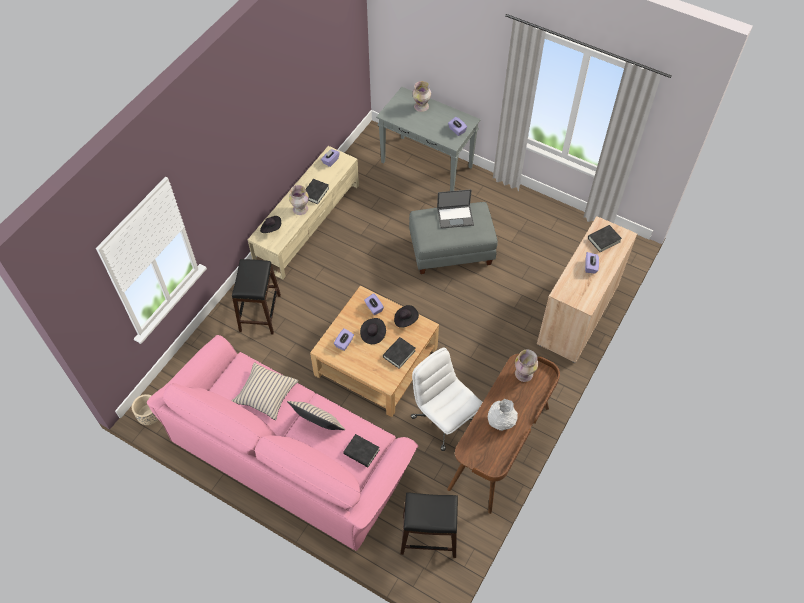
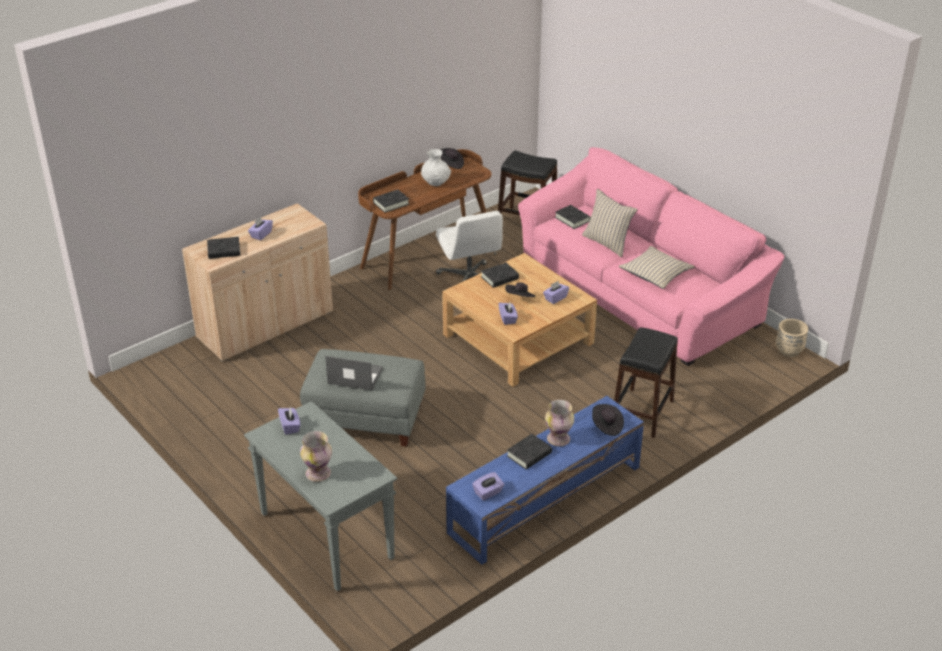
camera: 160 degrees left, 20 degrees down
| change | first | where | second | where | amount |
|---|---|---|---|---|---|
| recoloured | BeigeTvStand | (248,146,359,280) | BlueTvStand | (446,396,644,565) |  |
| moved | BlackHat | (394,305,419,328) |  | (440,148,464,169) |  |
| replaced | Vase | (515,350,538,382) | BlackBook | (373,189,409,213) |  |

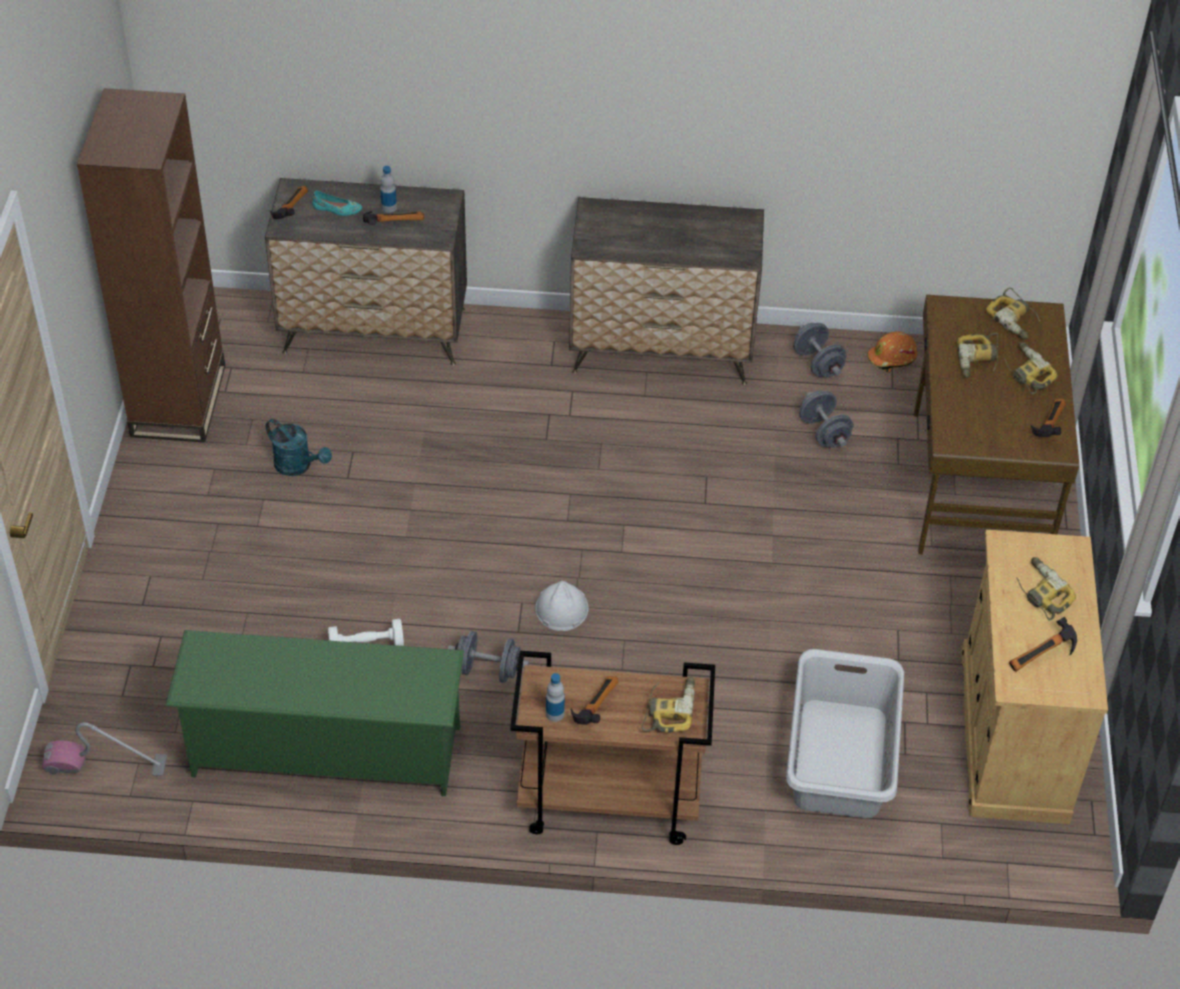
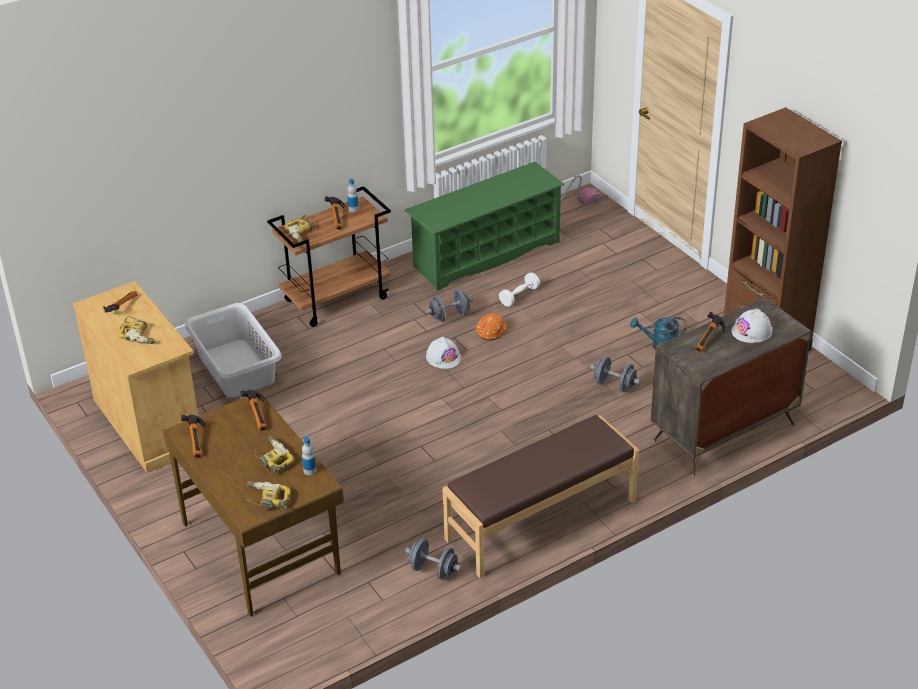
camera: 145 degrees right, 10 degrees down
| change | first | where | second | where | amount |
|---|---|---|---|---|---|
| moved | Hammer | (270,186,308,219) |  | (240,390,267,430) |  |
| replaced | TurquoiseShoe | (312,191,362,216) | WhiteHardHat | (732,308,773,343) |  |
| moved | Bottle | (380,166,397,213) |  | (302,437,317,475) |  |
| replaced | Dresser | (569,197,764,385) | BrownBench | (442,415,639,578) |  |
| moved | GreyDumbbell | (799,391,853,448) |  | (590,357,641,392) |  |
| moved | OrangeHardHat | (867,331,918,373) |  | (476,313,508,341) |  |
| removed | PowerDrill | (1004,342,1058,394) |  |  |  |

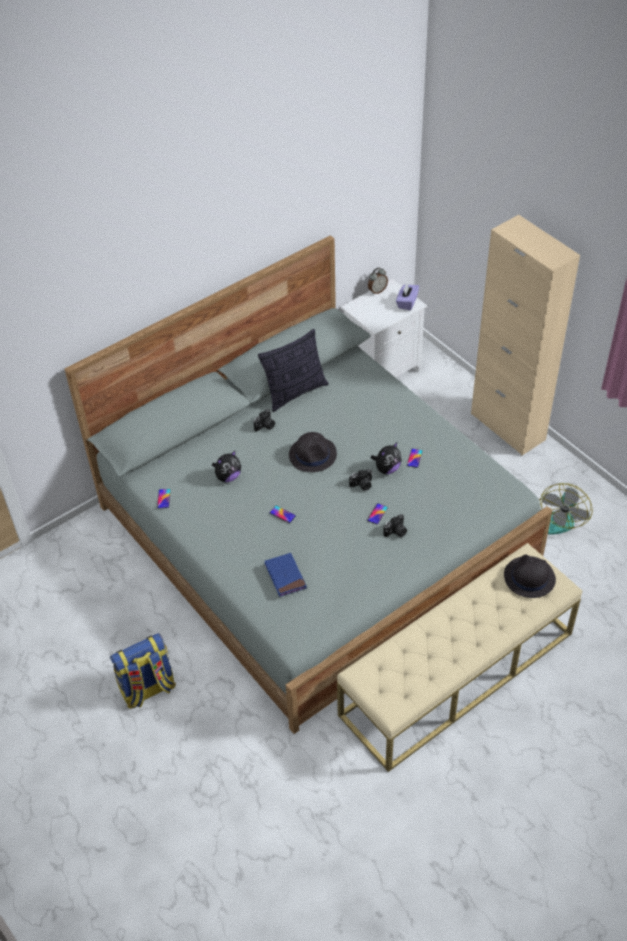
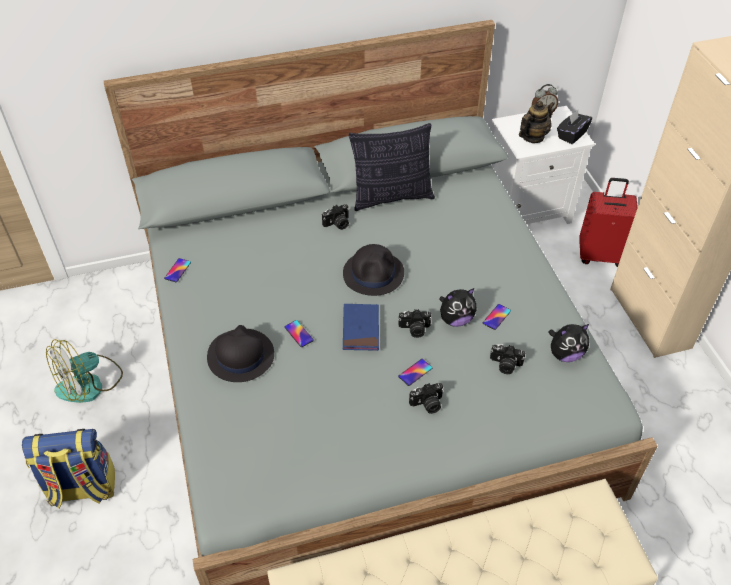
camera: 20 degrees right, 0 degrees up
| change | first | where | second | where | amount |
|---|---|---|---|---|---|
| moved | PlushToy | (212,451,241,482) |  | (548,324,589,362) |  |
| moved | BlueBook | (264,553,307,597) |  | (343,304,379,351) |  |
| recoloured | PurpleTissueBox | (396,283,419,310) | BlackTissueBox | (557,110,592,144) |  |
| moved | BlackHat | (504,555,556,598) |  | (207,325,274,382) |  |
| moved | Fan | (539,483,592,534) |  | (46,339,123,403) |  |
| added |  |  | PhotoCamera | (490,344,525,374) |  |
| added |  |  | Teapot | (519,101,554,143) |  |
| added |  |  | RedSuitcase | (579,178,638,267) |  |

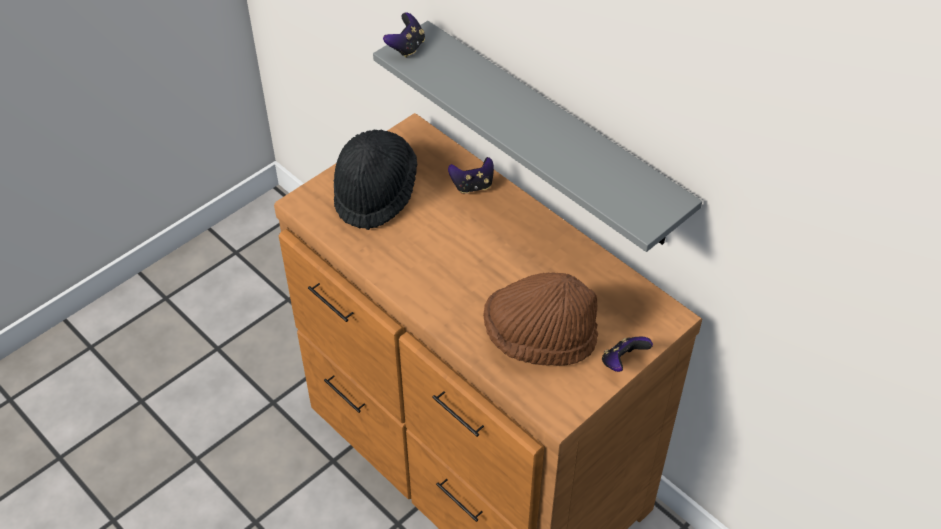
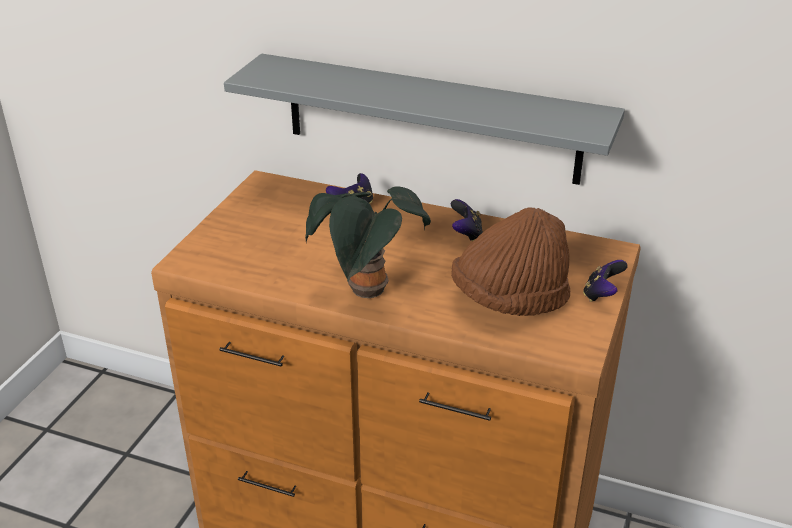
camera: 25 degrees left, 15 degrees down
| change | first | where | second | where | amount |
|---|---|---|---|---|---|
| removed | BlackHat | (333,130,417,230) |  |  |  |
| moved | GameController | (383,12,425,58) |  | (451,199,483,241) |  |
| added |  |  | PottedPlant | (305,186,431,298) |  |

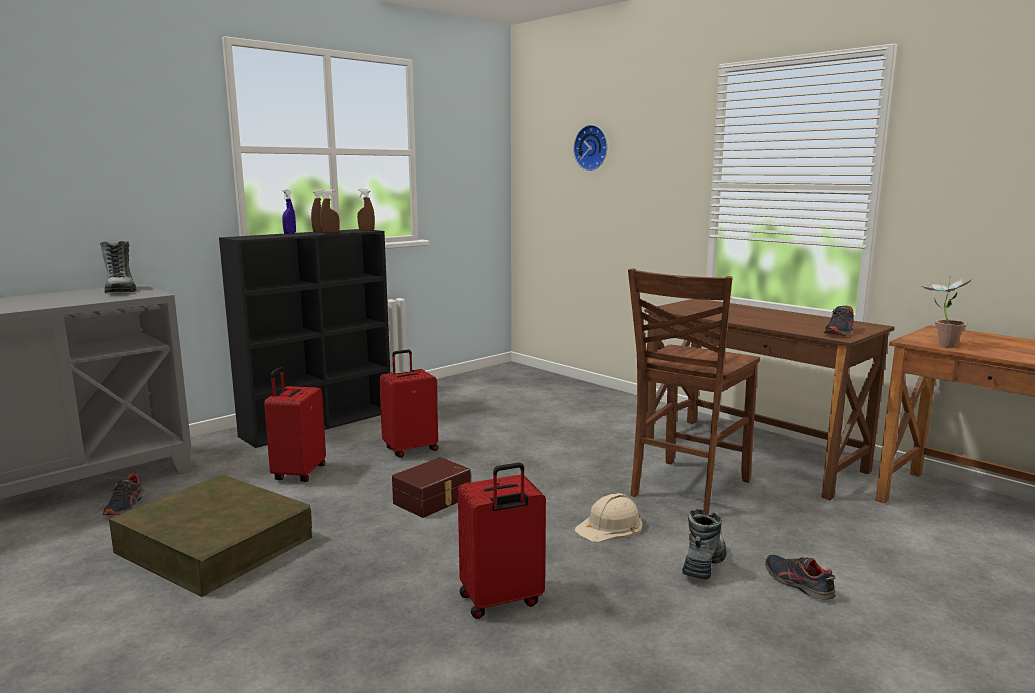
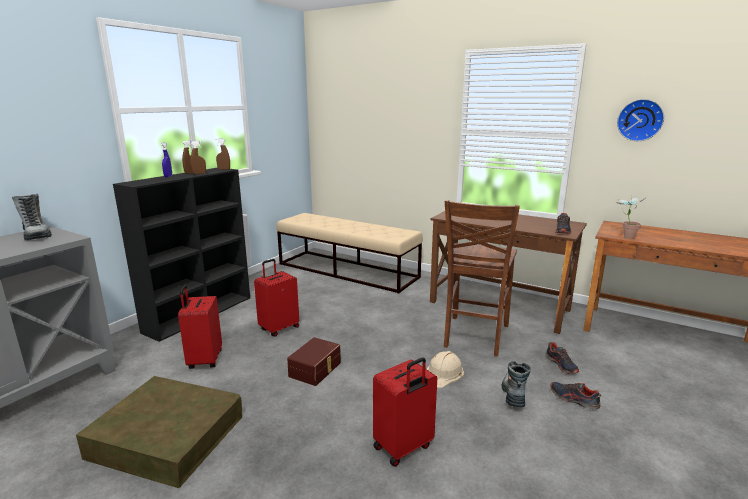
camera: 15 degrees left, 5 degrees up
| change | first | where | second | where | amount |
|---|---|---|---|---|---|
| moved | Shoe | (103,474,145,515) |  | (545,342,579,374) |  |
| moved | WallClock | (573,125,607,171) |  | (617,99,664,141) |  |
| added |  |  | BeigeBench | (276,213,423,293) |  |

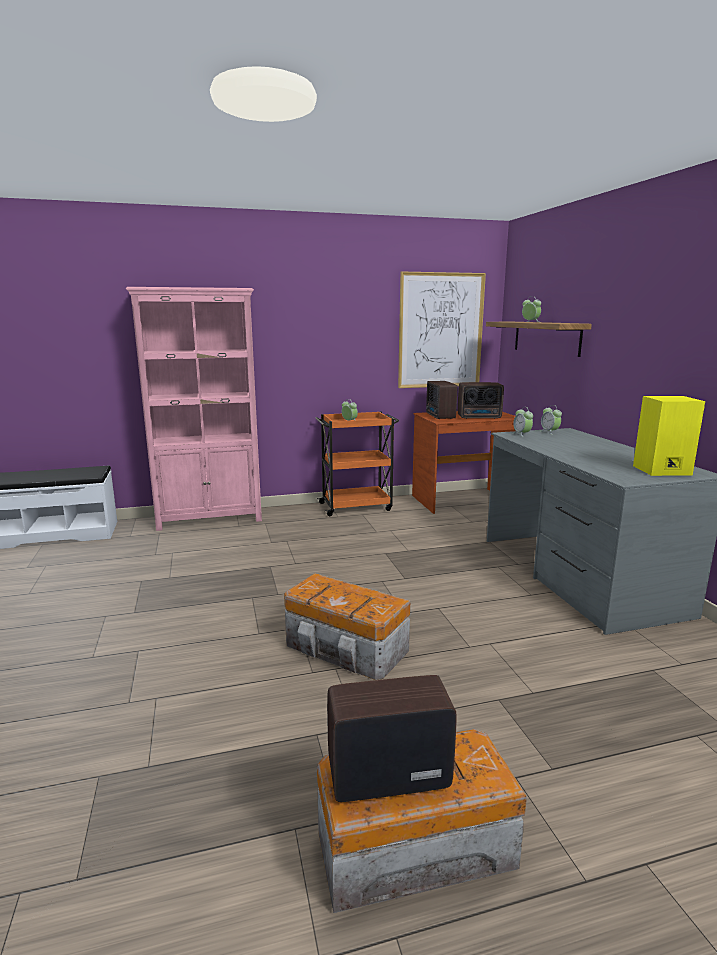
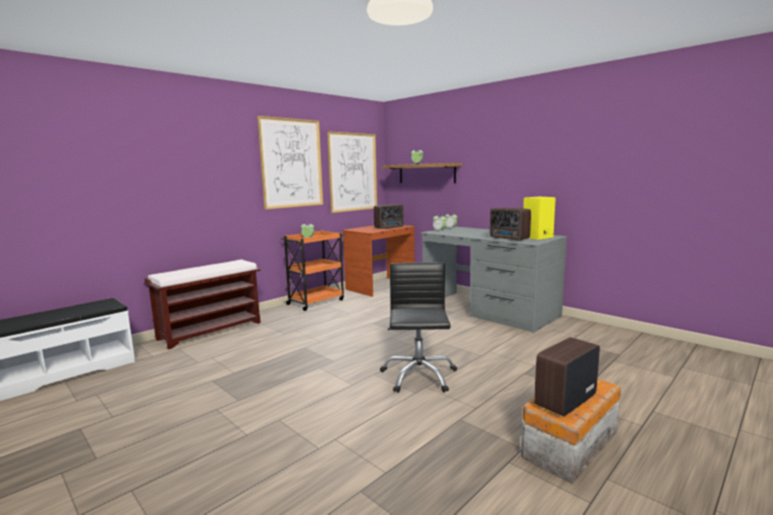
camera: 30 degrees left, 5 degrees down
| change | first | where | second | where | amount |
|---|---|---|---|---|---|
| replaced | PinkBookcase | (126,287,262,531) | BrownBench | (144,259,261,349) |  |
| replaced | StorageBox | (284,573,410,680) | BlackOfficeChair | (380,262,457,393) |  |
| moved | Radio | (426,381,457,419) |  | (490,208,531,241) |  |
| added |  |  | Picture | (257,116,323,209) |  |

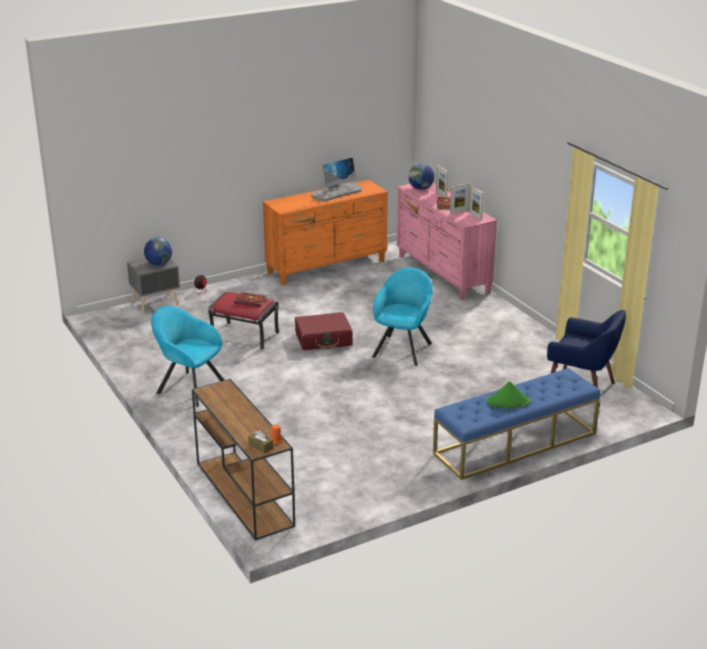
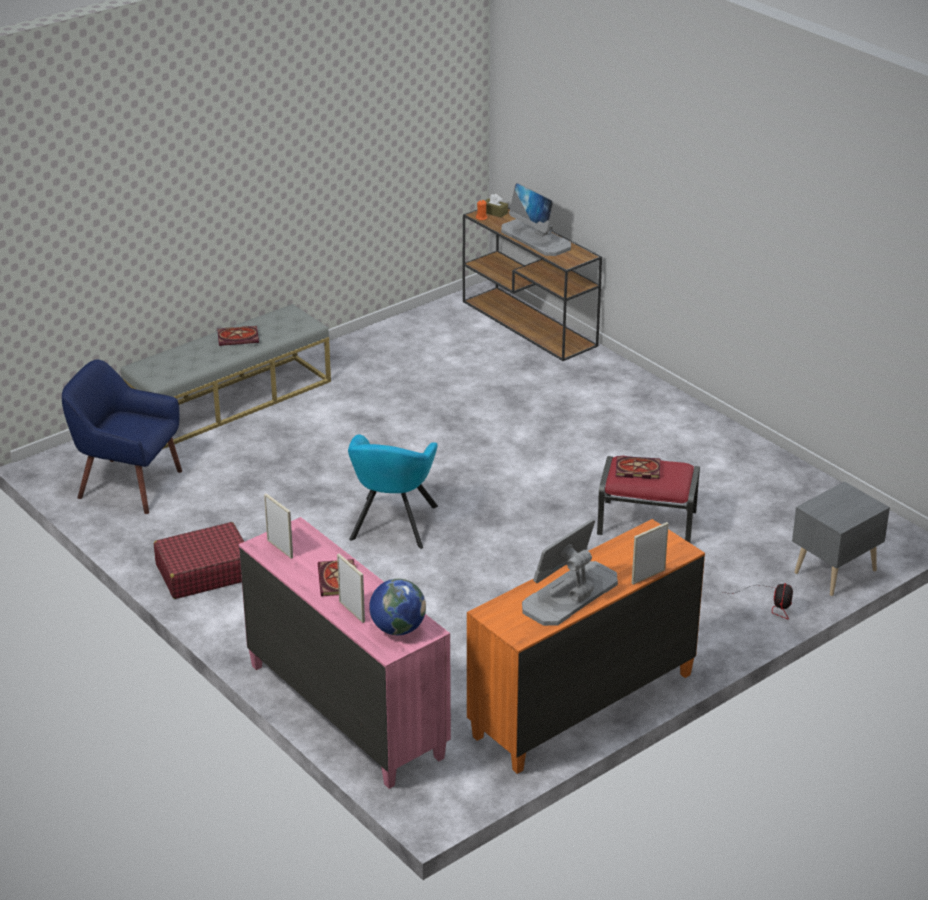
camera: 170 degrees right, 5 degrees up
| change | first | where | second | where | amount |
|---|---|---|---|---|---|
| removed | Globe | (144,237,172,265) |  |  |  |
| removed | TurquoiseArmchair | (151,306,224,407) |  |  |  |
| moved | RedSuitcase | (295,312,353,351) |  | (154,522,244,599) |  |
| recoloured | BlueBench | (433,368,600,480) | GreyBench | (121,304,331,449) |  |
| moved | PictureFrame | (450,183,470,214) |  | (632,522,669,585) |  |
| replaced | GreenHat | (487,381,531,408) | Book | (217,326,259,346) |  |
| added |  |  | Monitor | (501,183,571,256) |  |

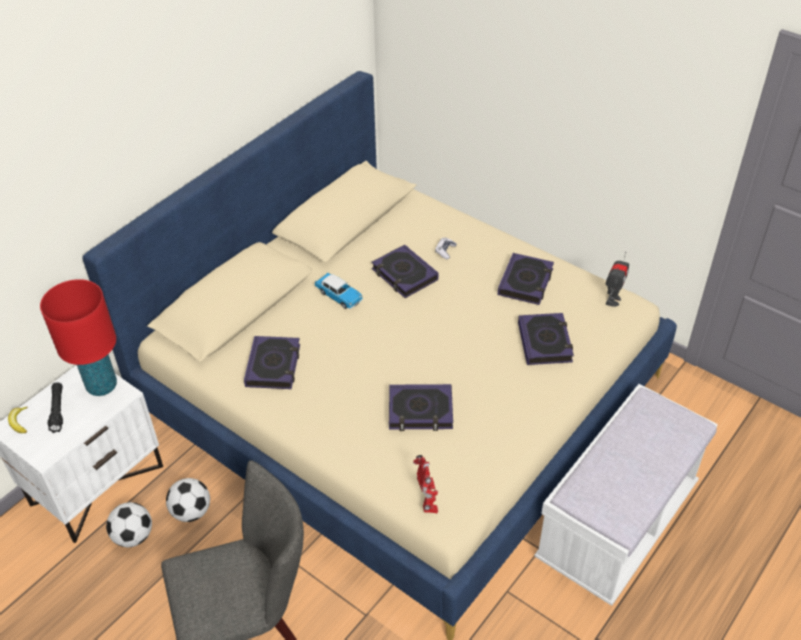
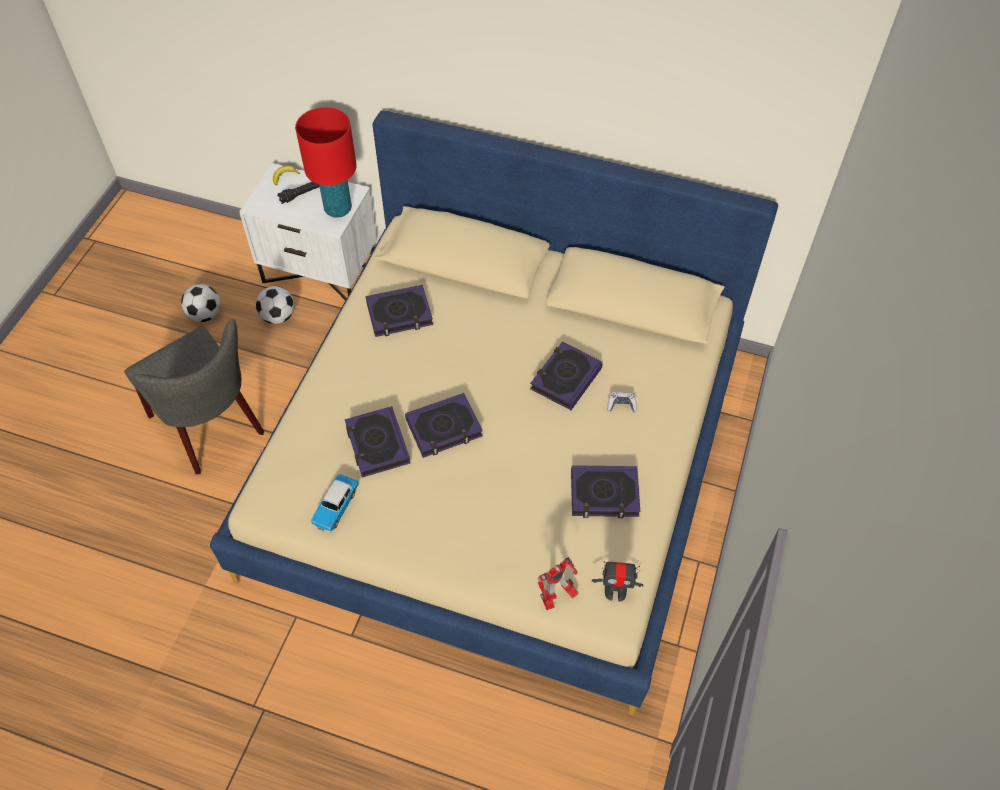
camera: 70 degrees right, 10 degrees up
| change | first | where | second | where | amount |
|---|---|---|---|---|---|
| moved | Football | (166,478,210,522) |  | (181,284,221,322) |  |
| moved | ToyCar | (315,273,363,309) |  | (311,473,359,532) |  |
| moved | ToyRobot | (413,455,438,513) |  | (538,557,579,610) |  |
| moved | Book | (518,313,574,365) |  | (405,393,483,458) |  |
| removed | WhiteBench | (534,384,718,606) |  |  |  |

